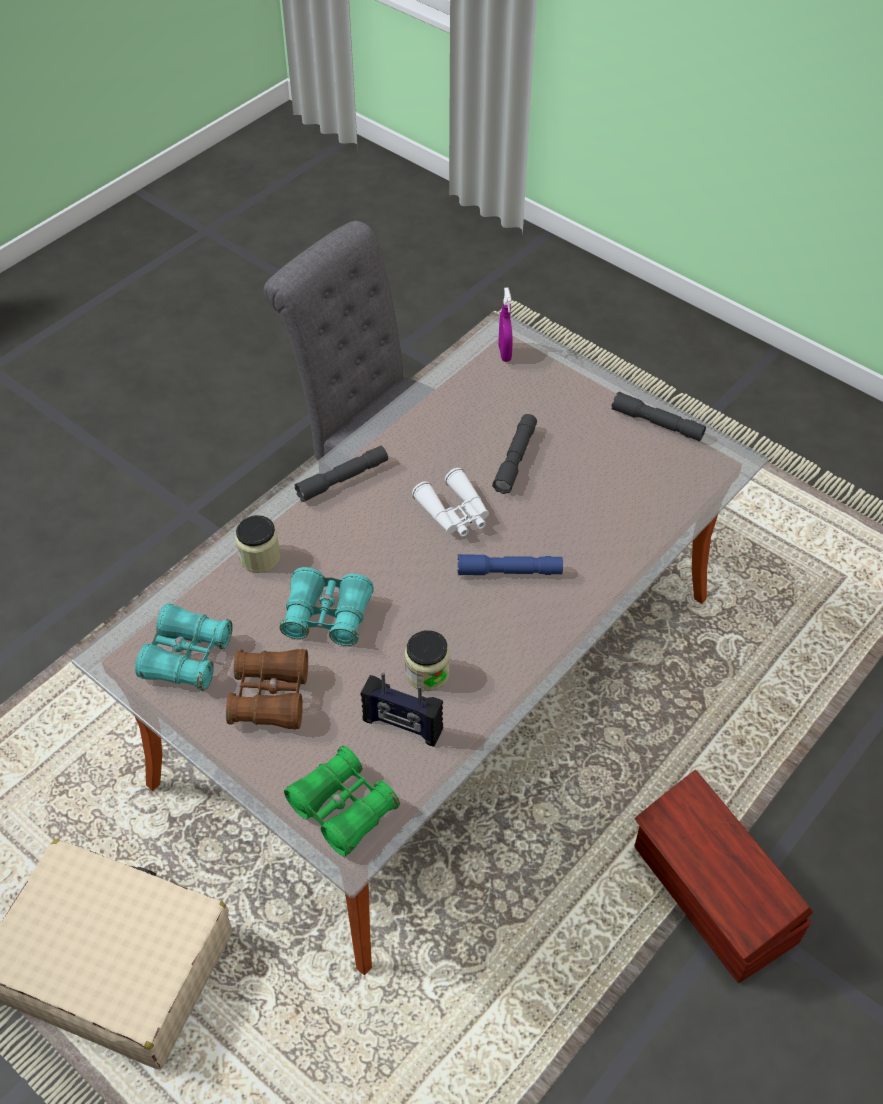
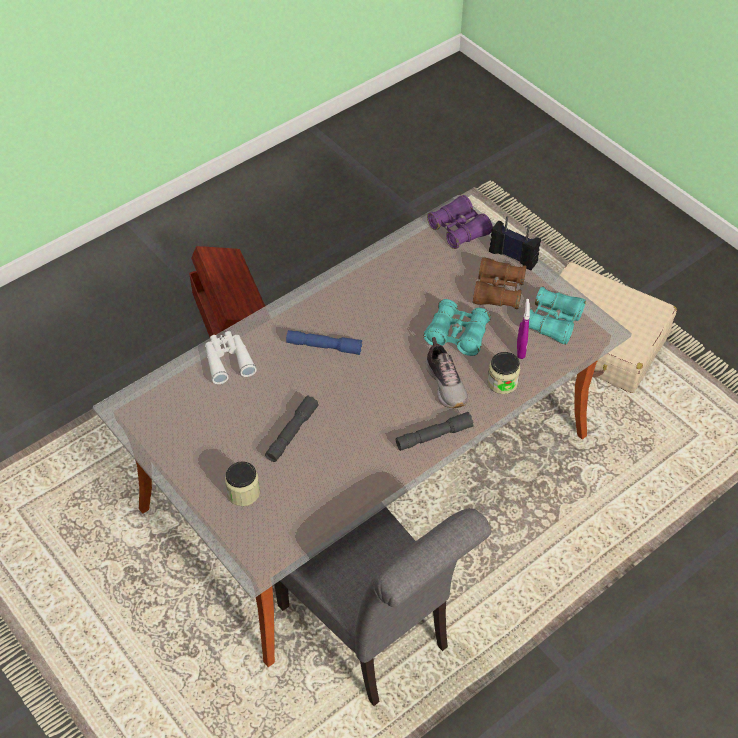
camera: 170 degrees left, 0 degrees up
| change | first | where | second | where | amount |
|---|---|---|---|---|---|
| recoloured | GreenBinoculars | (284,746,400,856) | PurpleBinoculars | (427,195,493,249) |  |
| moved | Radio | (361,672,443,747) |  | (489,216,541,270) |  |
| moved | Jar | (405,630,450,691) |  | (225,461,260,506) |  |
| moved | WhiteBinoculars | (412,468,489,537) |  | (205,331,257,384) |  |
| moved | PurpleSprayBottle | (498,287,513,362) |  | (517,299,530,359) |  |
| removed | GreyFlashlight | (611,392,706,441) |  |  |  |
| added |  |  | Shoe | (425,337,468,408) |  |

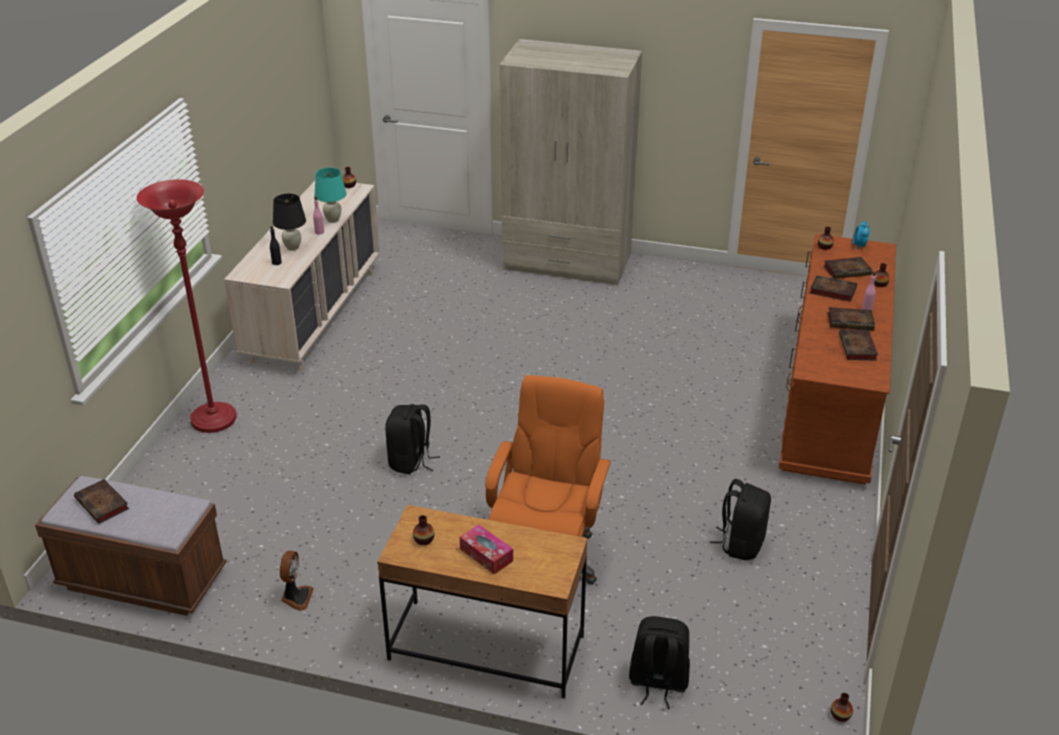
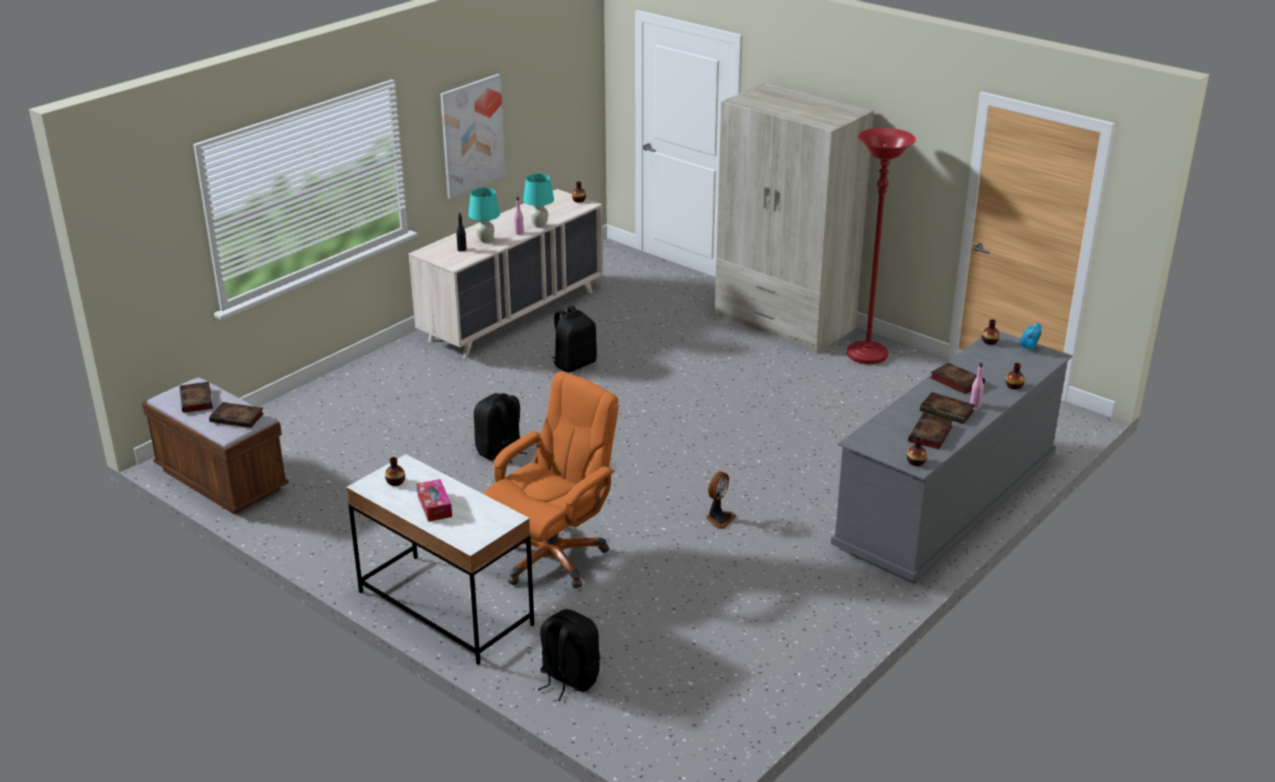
camera: 25 degrees right, 5 degrees down
| change | first | where | second | where | amount |
|---|---|---|---|---|---|
| moved | RedFloorLamp | (137,179,236,433) |  | (847,128,916,364) |  |
| recoloured | BlackTableLamp | (273,194,306,251) | TurquoiseTableLamp | (469,188,500,243) |  |
| moved | Fan | (280,551,314,611) |  | (705,471,736,529) |  |
| recoloured | BrownDesk | (377,505,588,698) | WhiteDesk | (346,454,534,665) |  |
| moved | BlackBackpack | (710,479,771,560) |  | (552,306,597,372) |  |
| recoloured | BrownDresser | (779,234,896,484) | GreyDresser | (831,331,1073,584) |  |
| moved | Book | (823,257,872,279) |  | (209,402,264,428) |  |
| moved | Vase | (831,693,853,722) |  | (907,437,927,466) |  |
| added |  |  | Picture | (440,74,505,199) |  |

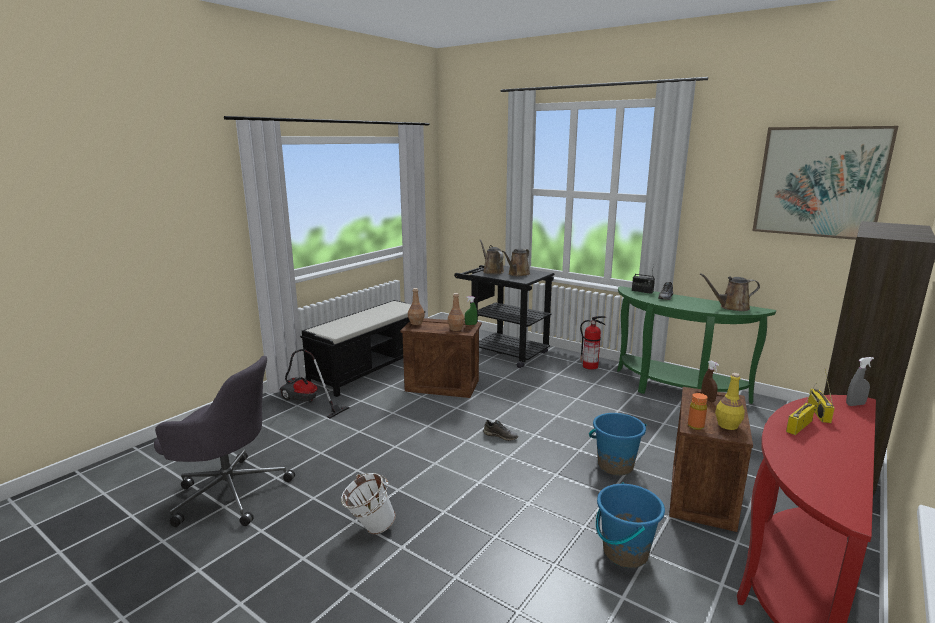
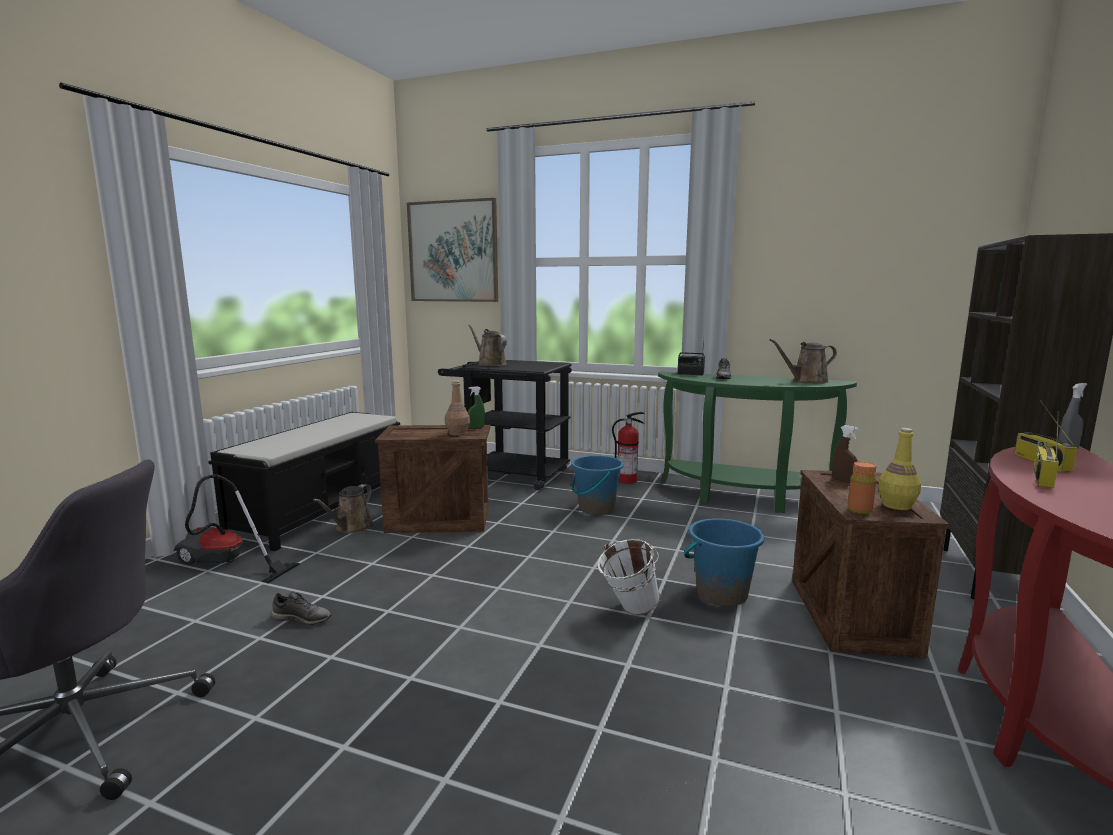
camera: 15 degrees left, 5 degrees down
| change | first | where | second | where | amount |
|---|---|---|---|---|---|
| moved | WhiteBucket | (341,473,396,534) |  | (598,539,660,615) |  |
| removed | BrownBottle | (408,288,425,325) |  |  |  |
| moved | GreyShoe | (483,420,518,441) |  | (271,592,331,625) |  |
| moved | BrownWateringCan | (502,249,530,276) |  | (313,484,374,533) |  |
| moved | BlueBucket | (596,482,665,568) |  | (571,455,624,515) |  |
| moved | Picture | (752,126,898,240) |  | (407,198,498,302) |  |

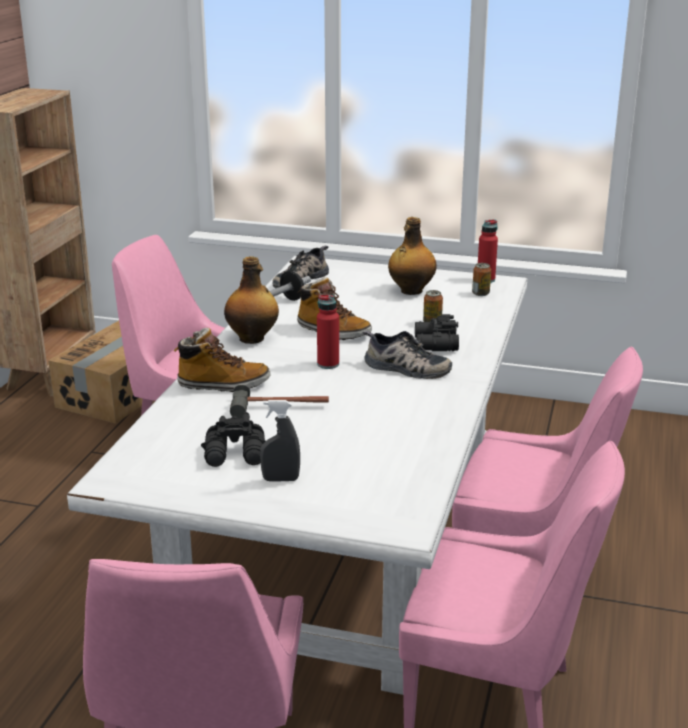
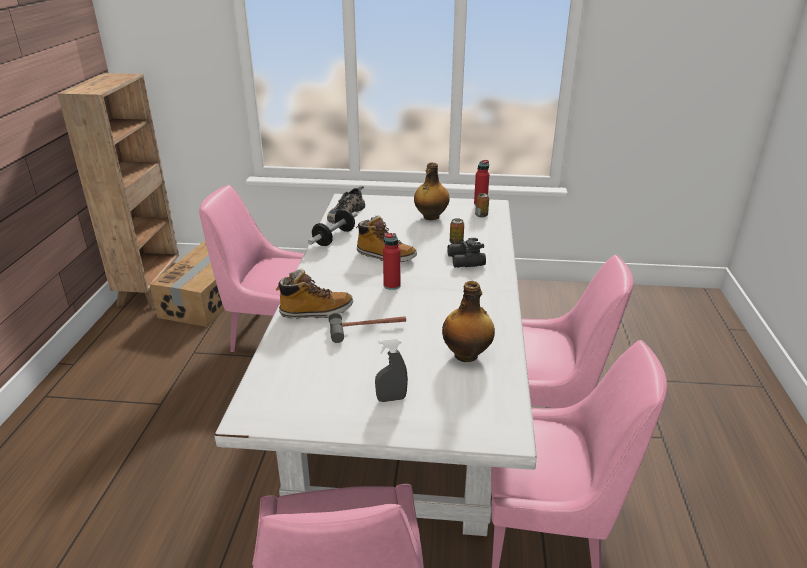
camera: 10 degrees left, 5 degrees up
| change | first | where | second | where | amount |
|---|---|---|---|---|---|
| removed | BlackBinoculars | (201,412,266,467) |  |  |  |
| moved | Bottle | (224,256,279,344) |  | (442,281,495,362) |  |
| removed | Shoe | (363,331,452,379) |  |  |  |

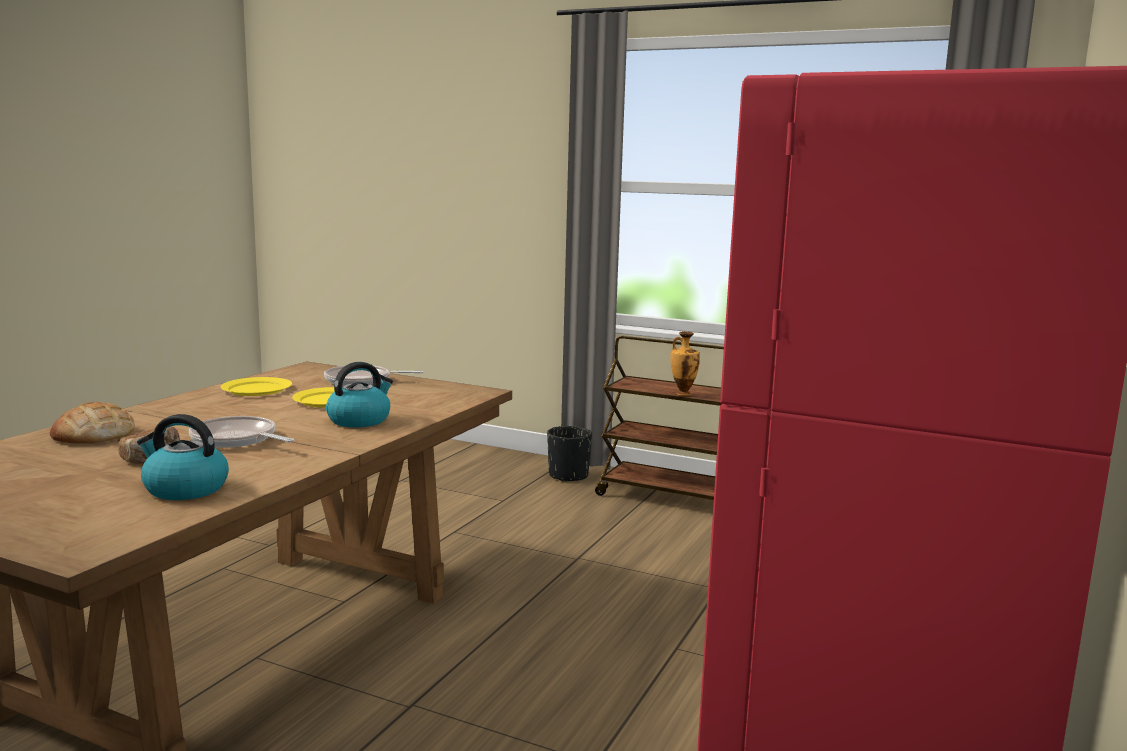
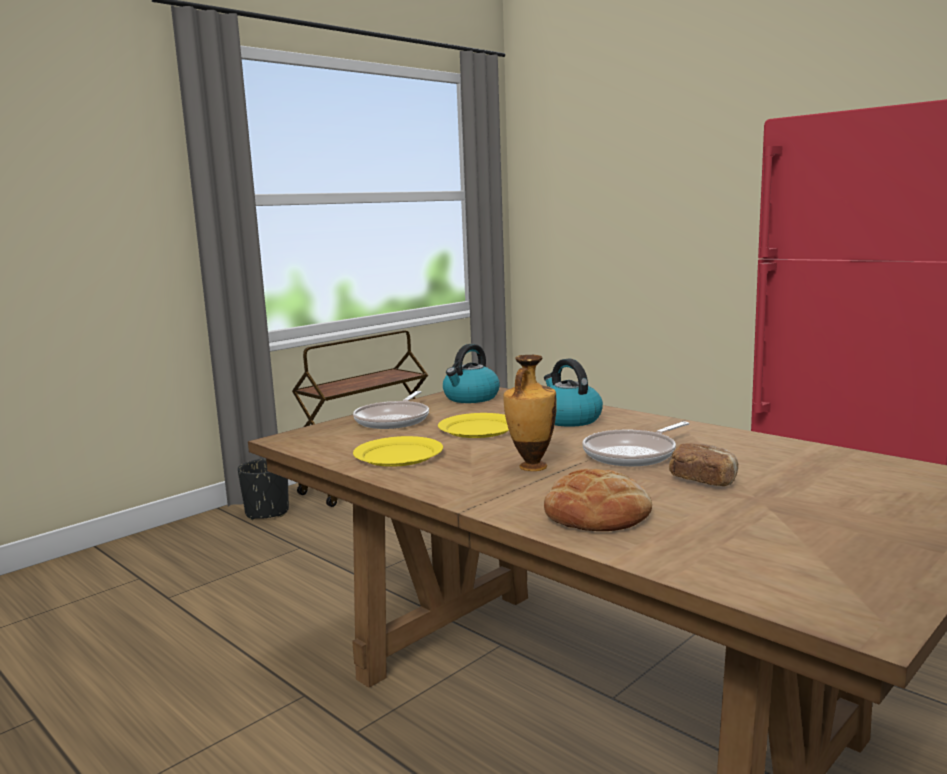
camera: 70 degrees left, 0 degrees up
| change | first | where | second | where | amount |
|---|---|---|---|---|---|
| moved | Kettle | (137,414,229,500) |  | (443,344,500,403) |  |
| moved | Vase | (670,331,700,396) |  | (503,355,557,471) |  |

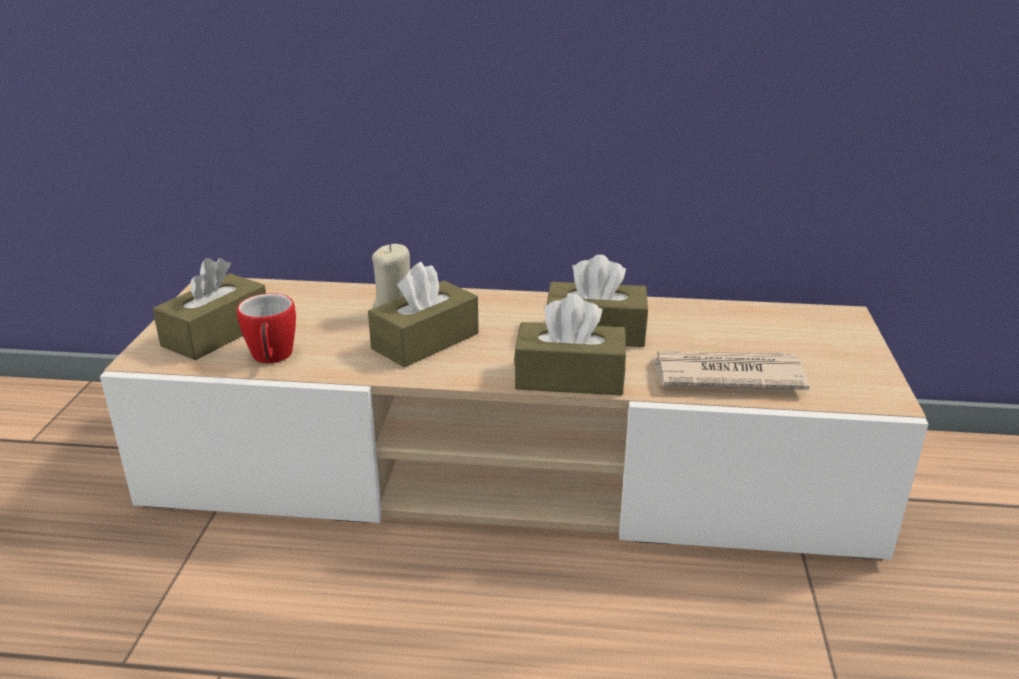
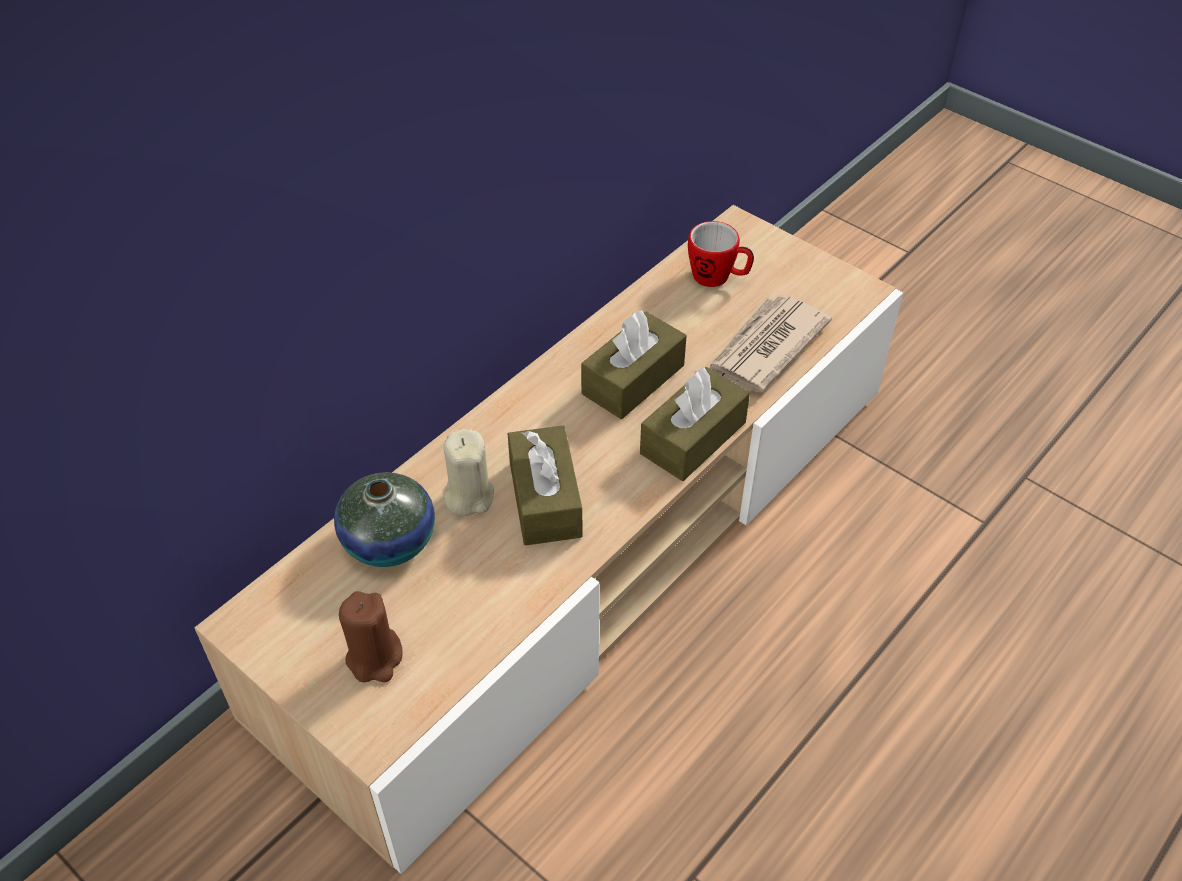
camera: 55 degrees left, 20 degrees up
| change | first | where | second | where | amount |
|---|---|---|---|---|---|
| replaced | BrownTissueBox | (153,258,266,361) | BrownCandle | (339,591,403,682) |  |
| moved | Mug | (237,293,296,363) |  | (688,221,754,287) |  |
| added |  |  | Vase | (334,472,435,567) |  |

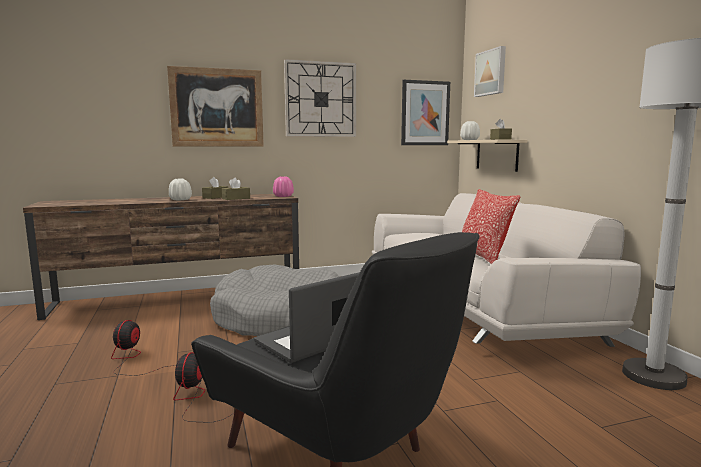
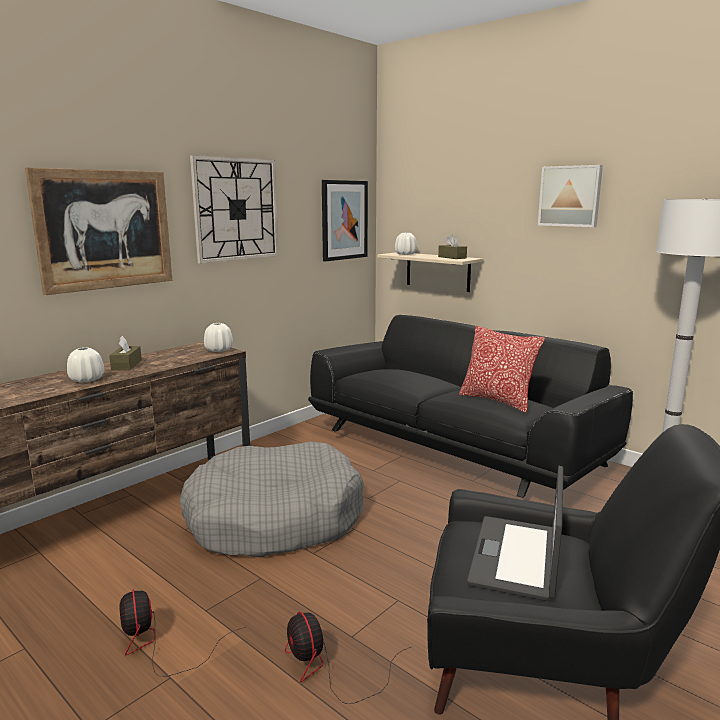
camera: 30 degrees left, 5 degrees up
| change | first | where | second | where | amount |
|---|---|---|---|---|---|
| removed | BrownTissueBox | (222,178,250,200) |  |  |  |
| recoloured | PinkVase | (273,177,294,197) | WhiteVase | (204,323,233,352) |  |
| recoloured | WhiteSofa | (372,193,641,347) | BlackSofa | (308,315,633,498) |  |
| moved | Picture | (474,46,506,97) |  | (538,165,603,227) |  |

